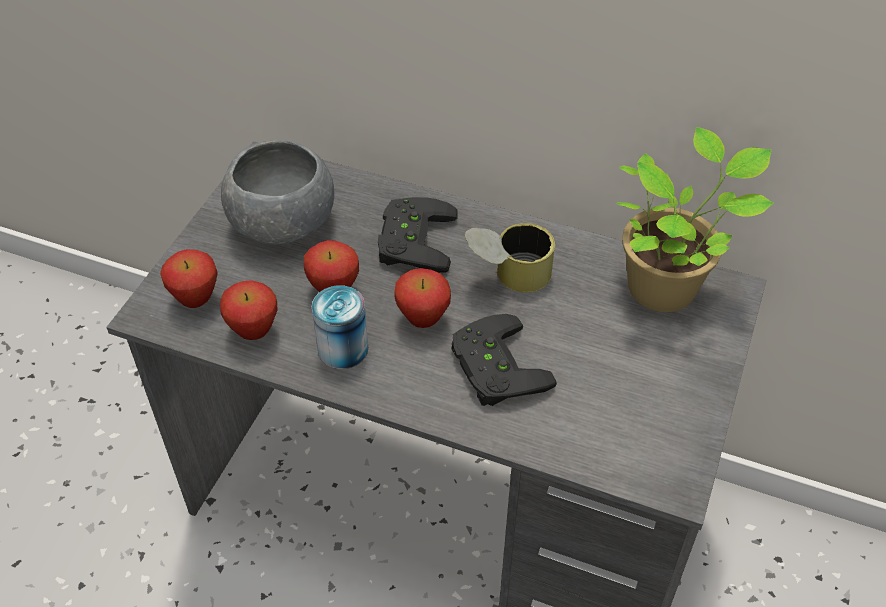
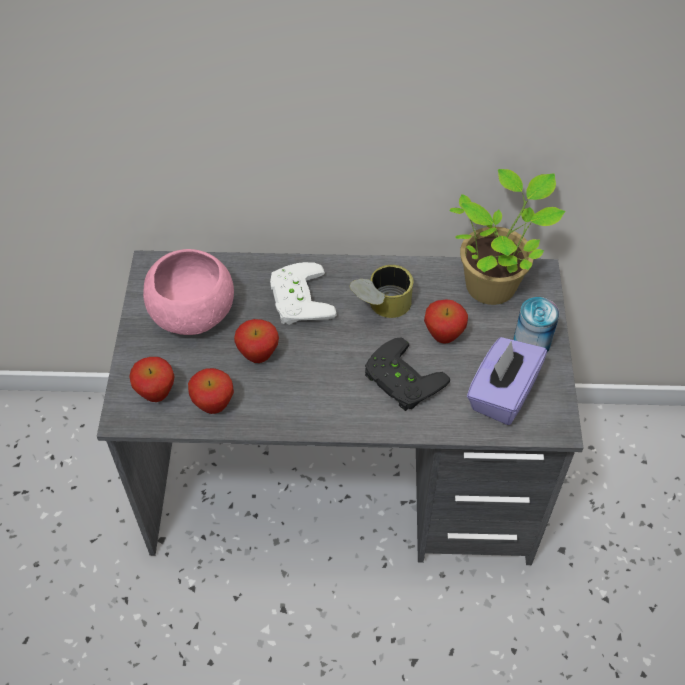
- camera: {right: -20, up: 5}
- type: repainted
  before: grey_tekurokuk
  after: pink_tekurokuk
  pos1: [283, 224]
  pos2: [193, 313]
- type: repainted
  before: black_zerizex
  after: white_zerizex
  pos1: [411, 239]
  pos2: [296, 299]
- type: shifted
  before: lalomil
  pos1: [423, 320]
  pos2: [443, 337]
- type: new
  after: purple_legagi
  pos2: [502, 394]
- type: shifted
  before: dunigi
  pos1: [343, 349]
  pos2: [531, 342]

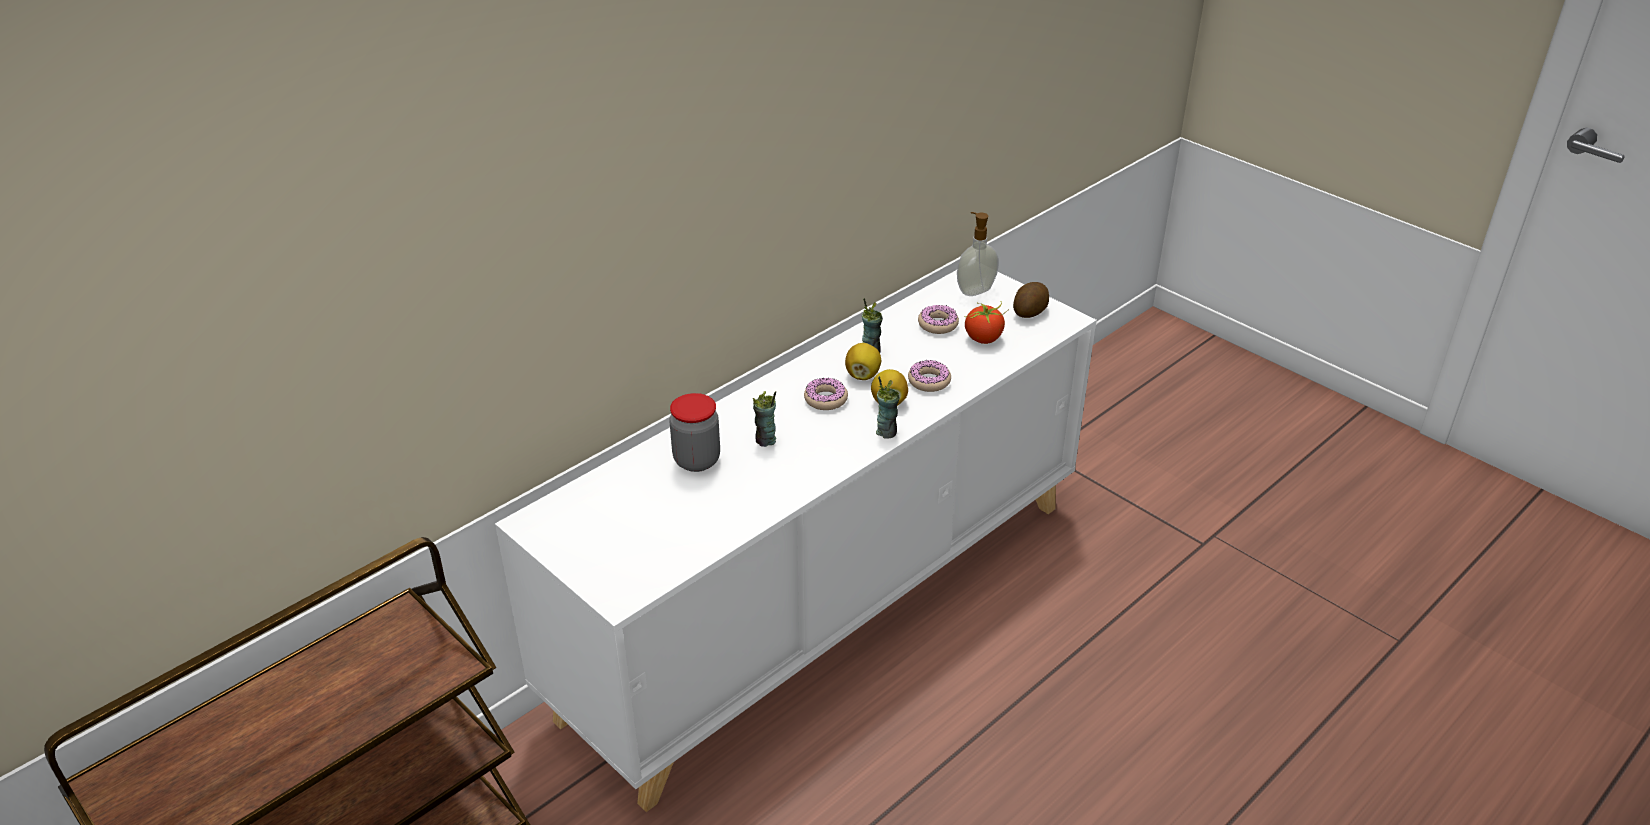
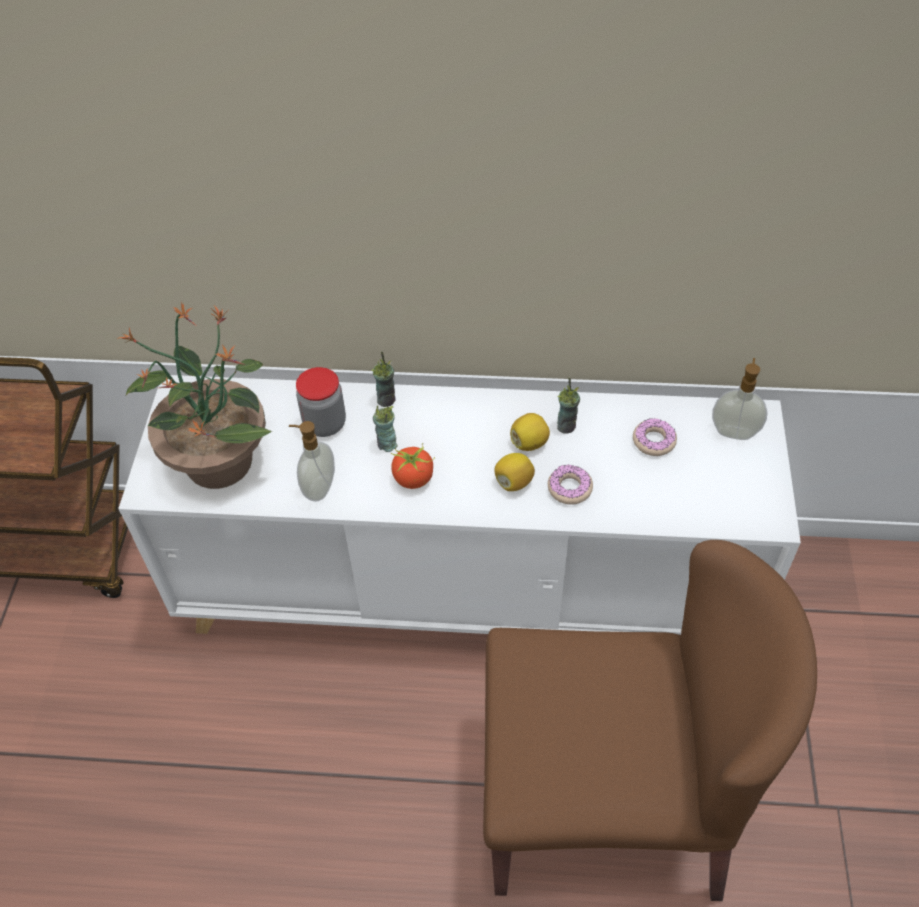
- camera: {right: 50, up: 15}
- type: new
  after: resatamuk
  pos2: [219, 460]
- type: new
  after: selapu
  pos2: [318, 488]
- type: shifted
  before: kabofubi
  pos1: [886, 432]
  pos2: [386, 399]
- type: shifted
  before: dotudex
  pos1: [983, 338]
  pos2: [414, 479]
- type: new
  after: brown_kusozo
  pos2: [605, 802]
- type: gone
  before: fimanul
  pos1: [825, 399]
- type: gone
  before: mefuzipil
  pos1: [1029, 311]

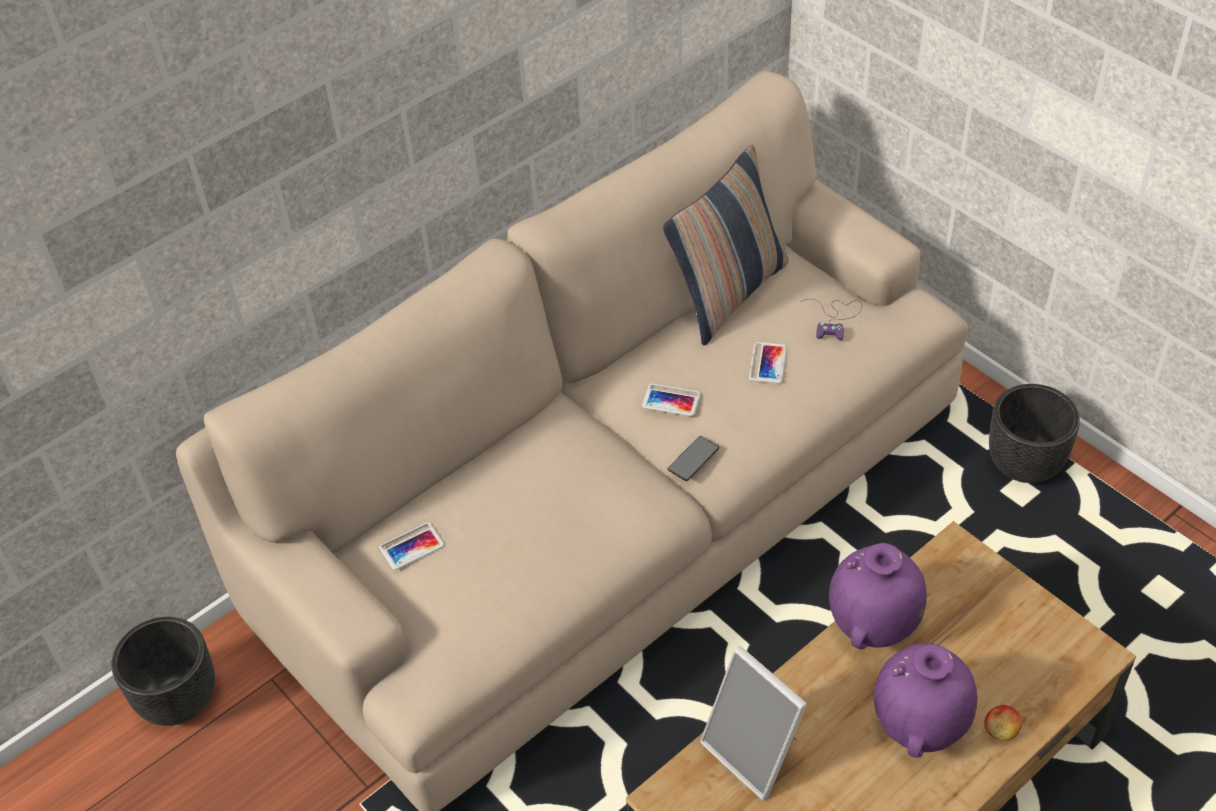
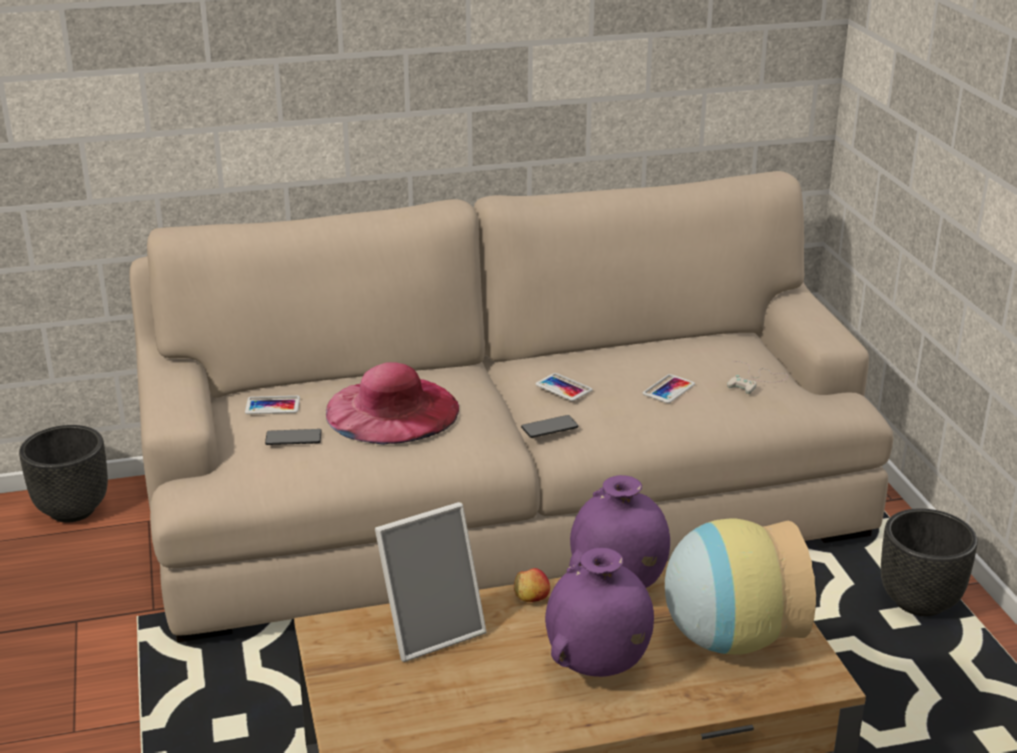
- camera: {right: 25, up: -20}
- type: new
  after: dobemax
  pos2: [293, 438]
- type: new
  after: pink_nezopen
  pos2: [392, 410]
- type: rotated
  before: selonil
  pos1: [755, 752]
  pos2: [431, 629]
  turn: -105
- type: shifted
  before: lalomil
  pos1: [1001, 730]
  pos2: [531, 598]
- type: new
  after: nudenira
  pos2: [728, 637]
- type: repainted
  before: purple_zerizex
  after: white_zerizex
  pos1: [835, 318]
  pos2: [756, 380]
- type: gone
  before: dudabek
  pos1: [728, 294]

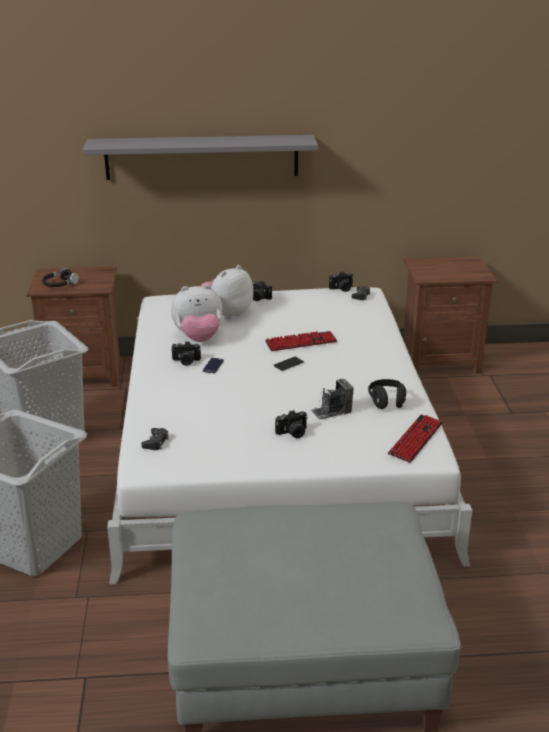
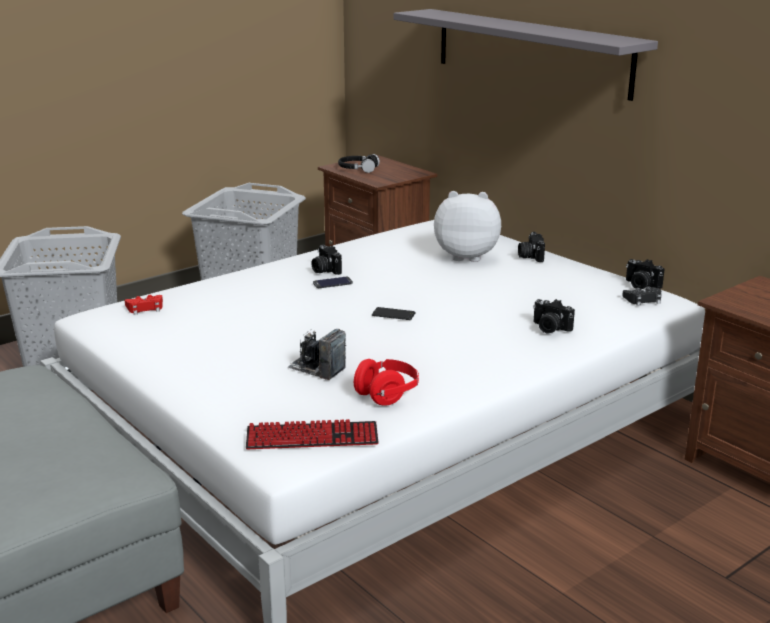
- camera: {right: 55, up: -5}
- type: repainted
  before: black_zerizex
  after: red_zerizex
  pos1: [156, 442]
  pos2: [145, 308]
- type: repainted
  before: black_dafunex
  after: red_dafunex
  pos1: [387, 402]
  pos2: [387, 394]
- type: shifted
  before: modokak
  pos1: [293, 433]
  pos2: [549, 328]
- type: gone
  before: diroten
  pos1: [199, 338]
- type: gone
  before: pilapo
  pos1: [301, 342]

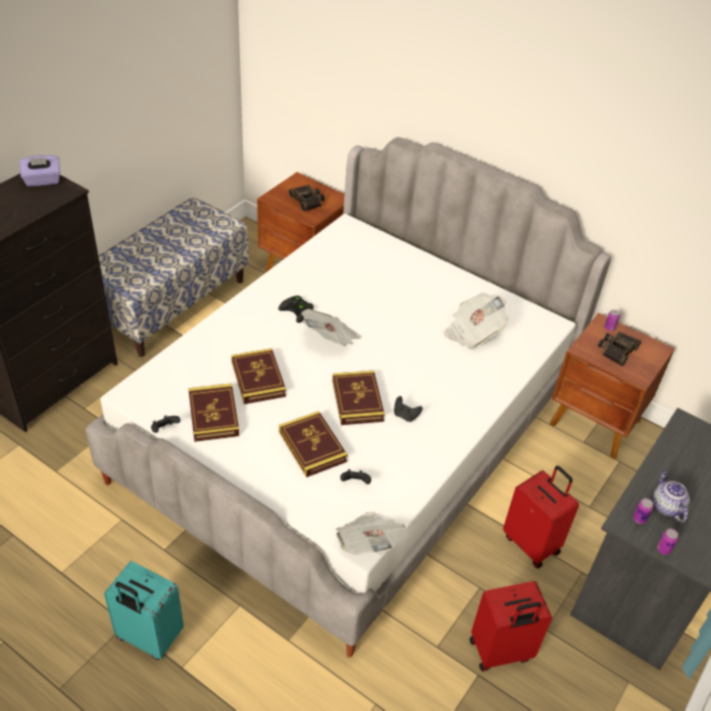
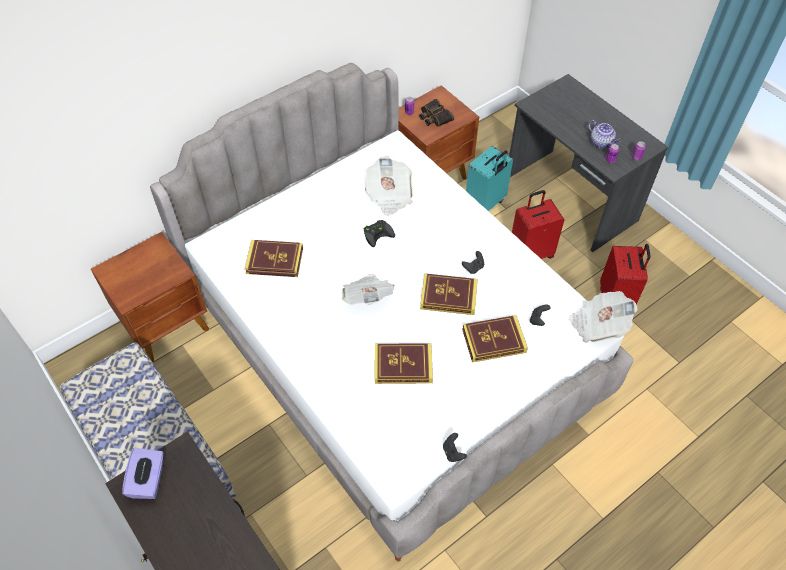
- camera: {right: -70, up: 10}
- type: shifted
  before: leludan
  pos1: [213, 415]
  pos2: [274, 261]
- type: shifted
  before: black_zerizex
  pos1: [298, 310]
  pos2: [378, 233]
- type: shifted
  before: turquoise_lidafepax
  pos1: [148, 637]
  pos2: [485, 204]
- type: rotated
  before: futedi
  pos1: [666, 506]
  pos2: [601, 143]
  turn: -135
- type: gone
  before: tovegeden
  pos1: [308, 201]

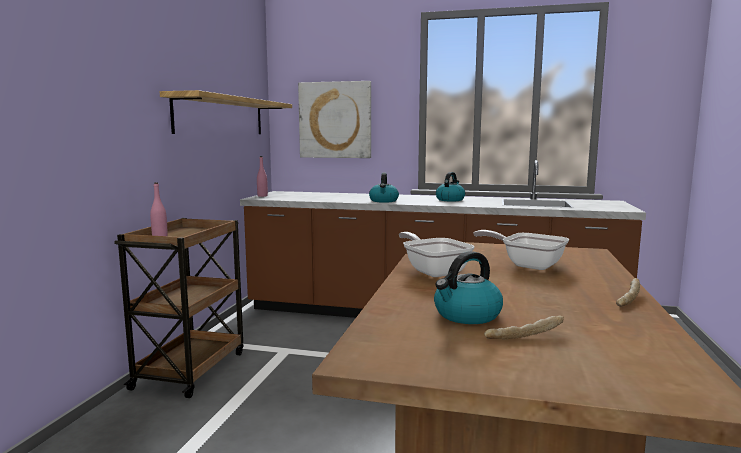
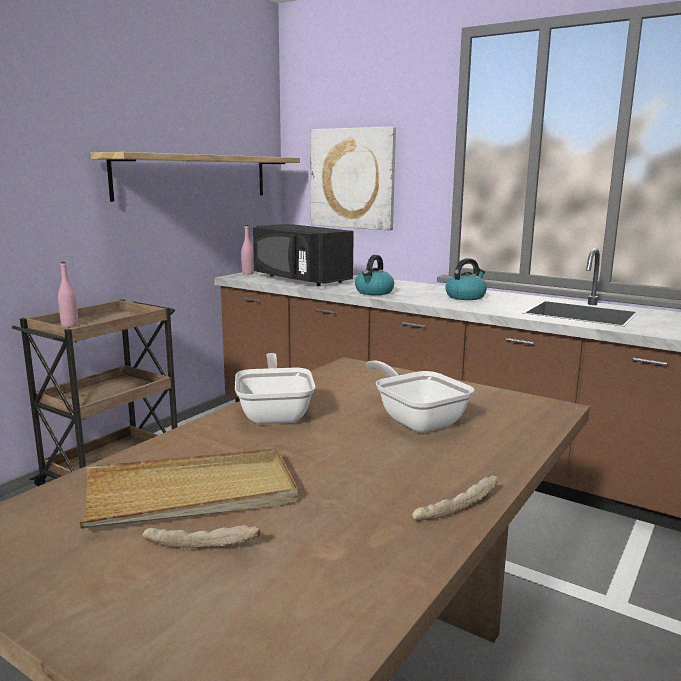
- camera: {right: 20, up: 5}
- type: swapped
  before: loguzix
  after: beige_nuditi
  pos1: [466, 315]
  pos2: [191, 495]
- type: new
  after: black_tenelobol
  pos2: [300, 279]

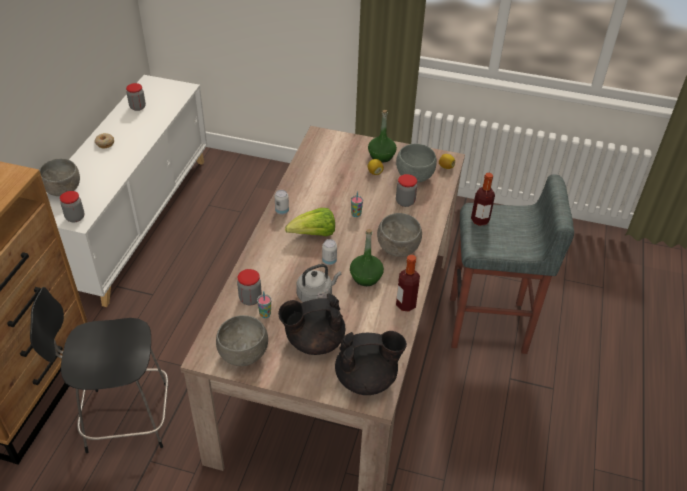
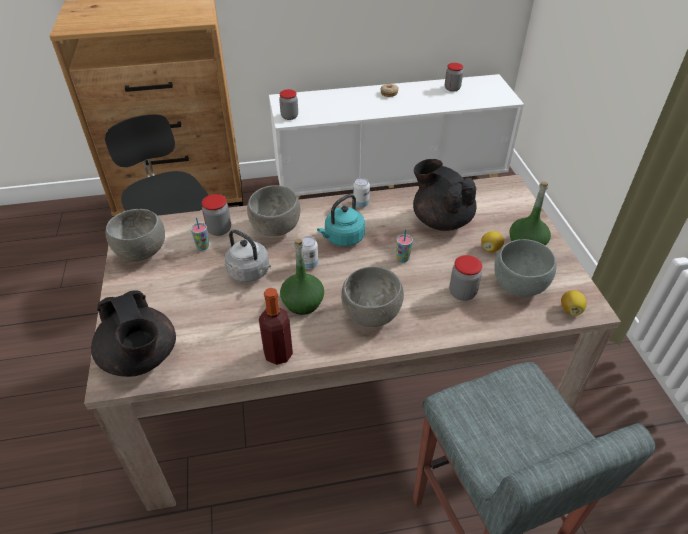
- camera: {right: 65, up: 0}
- type: shifted
  before: grey_tekurokuk
  pos1: [62, 190]
  pos2: [275, 228]
- type: swapped
  before: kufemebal
  after: turquoise_loguzix
  pos1: [314, 235]
  pos2: [342, 238]
- type: shifted
  before: black_futedi
  pos1: [313, 341]
  pos2: [441, 220]
- type: gone
  before: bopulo
  pos1: [480, 220]

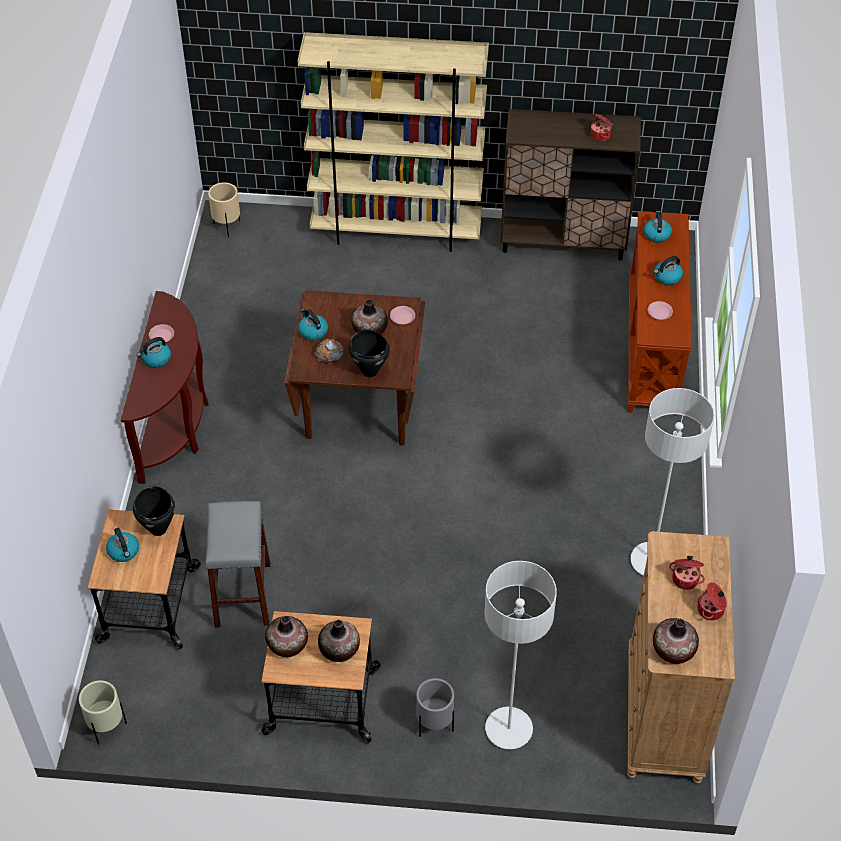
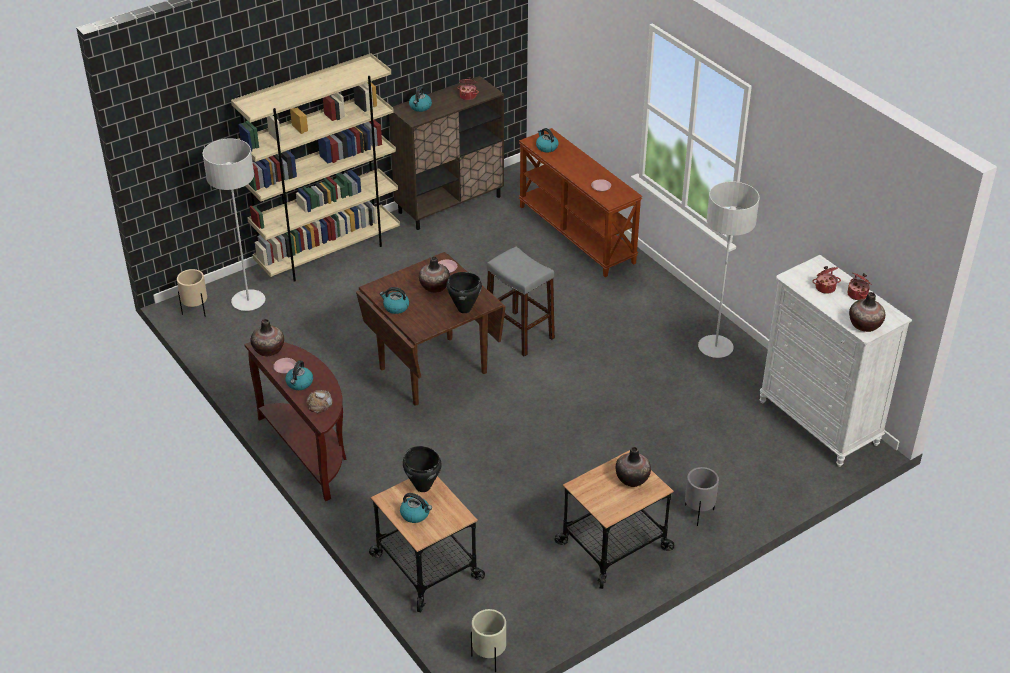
- camera: {right: -40, up: -10}
- type: shifted
  before: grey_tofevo
  pos1: [508, 729]
  pos2: [248, 301]
- type: shifted
  before: nudenira
  pos1: [287, 645]
  pos2: [268, 350]
- type: shifted
  before: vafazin
  pos1: [329, 353]
  pos2: [319, 404]
- type: shifted
  before: loguzix
  pos1: [667, 277]
  pos2: [420, 107]
- type: shifted
  before: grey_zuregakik
  pos1: [243, 595]
  pos2: [519, 333]
- type: repainted
  before: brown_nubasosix
  after: white_nubasosix
  pos1: [664, 715]
  pos2: [819, 423]

